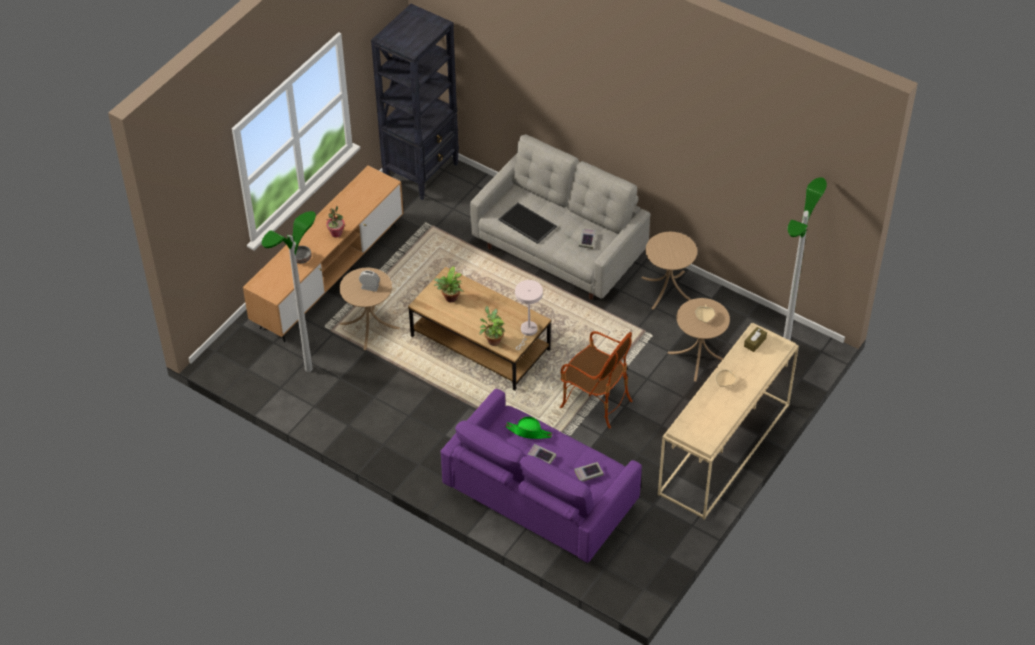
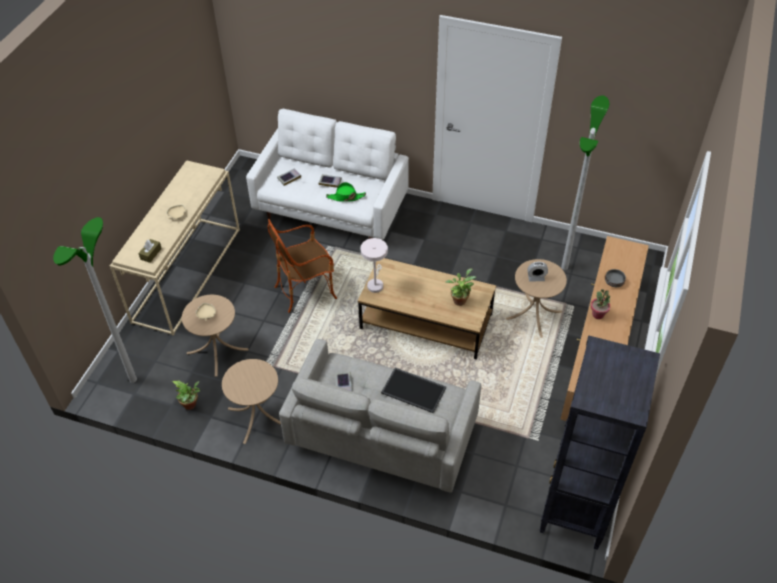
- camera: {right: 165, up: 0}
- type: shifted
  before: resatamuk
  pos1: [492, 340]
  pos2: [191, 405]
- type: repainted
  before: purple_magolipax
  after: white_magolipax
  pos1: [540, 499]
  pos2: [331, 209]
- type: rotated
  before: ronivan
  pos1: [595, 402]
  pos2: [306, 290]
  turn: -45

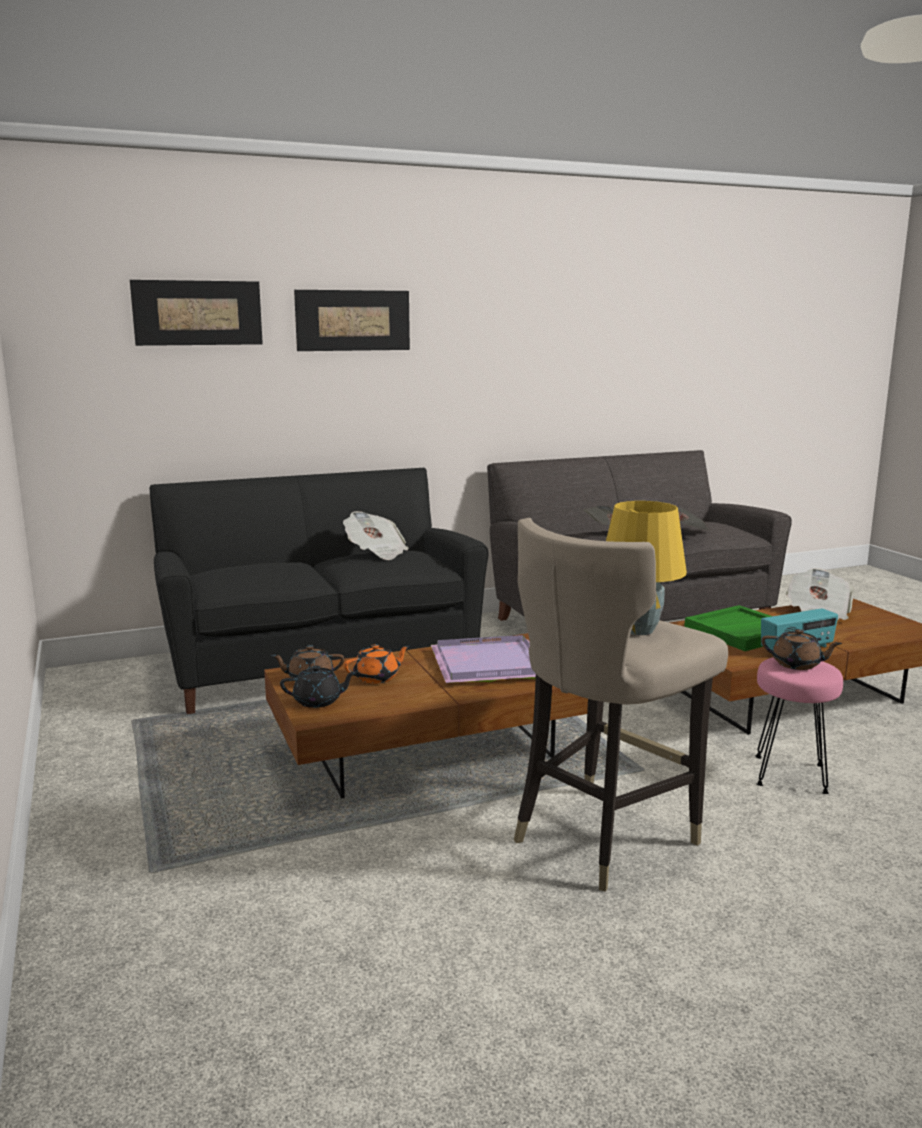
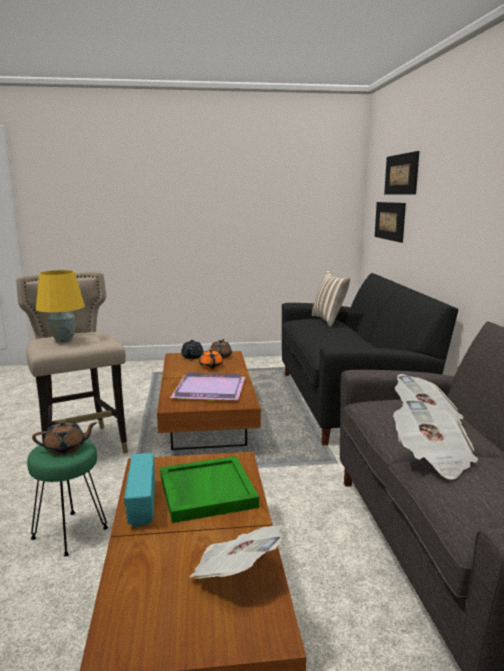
- camera: {right: 105, up: 0}
- type: repainted
  before: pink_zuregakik
  after: green_zuregakik
  pos1: [789, 774]
  pos2: [71, 532]
- type: rotated
  before: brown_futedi
  pos1: [797, 664]
  pos2: [66, 448]
  turn: -150
- type: new
  after: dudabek
  pos2: [329, 320]
- type: shifted
  before: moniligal
  pos1: [353, 320]
  pos2: [389, 221]
- type: gone
  before: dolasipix
  pos1: [376, 552]

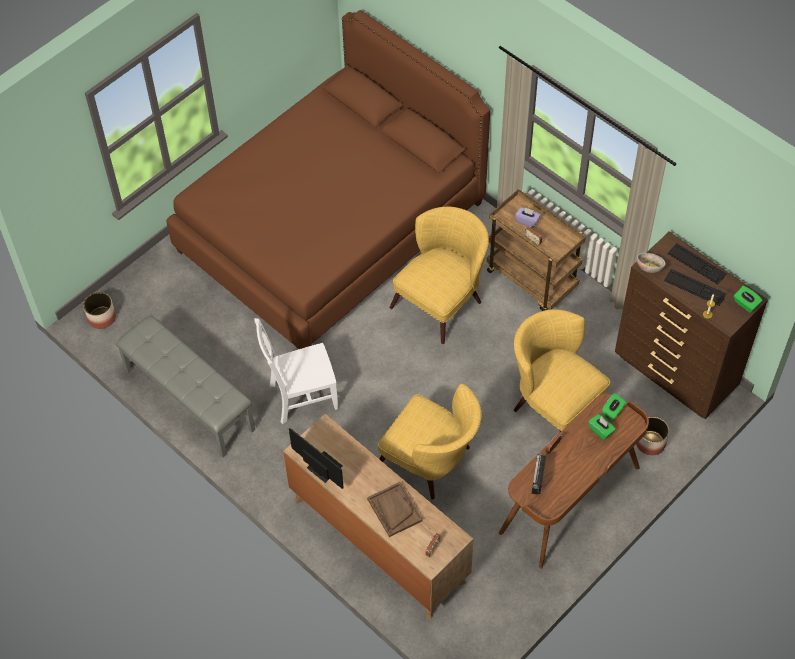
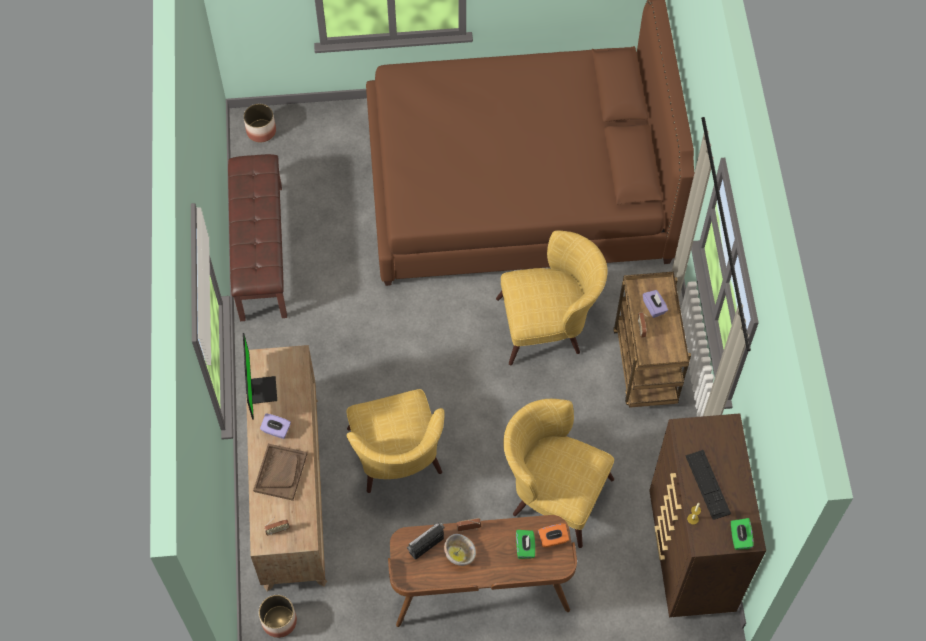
- camera: {right: 40, up: 5}
- type: repainted
  before: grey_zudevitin
  after: brown_zudevitin
  pos1: [188, 400]
  pos2: [260, 252]
- type: shifted
  before: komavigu
  pos1: [650, 443]
  pos2: [279, 621]
- type: new
  after: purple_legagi
  pos2: [276, 430]
- type: shifted
  before: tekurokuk
  pos1: [649, 267]
  pos2: [459, 554]
- type: rotated
  before: yellow_ronivan
  pos1: [553, 402]
  pos2: [552, 492]
  turn: -60
- type: repainted
  before: green_legagi
  after: orange_legagi
  pos1: [612, 411]
  pos2: [553, 539]
- type: gone
  before: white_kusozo
  pos1: [301, 397]
- type: gone
  before: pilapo
  pos1: [696, 264]

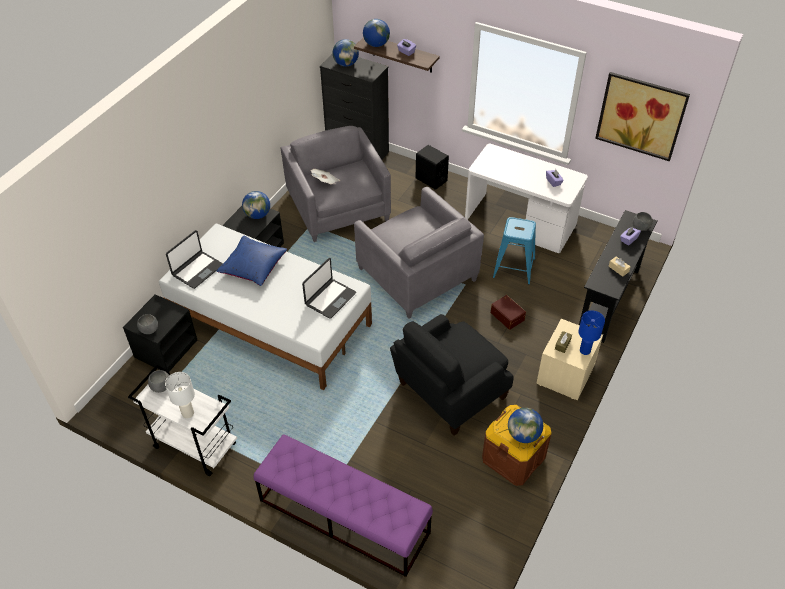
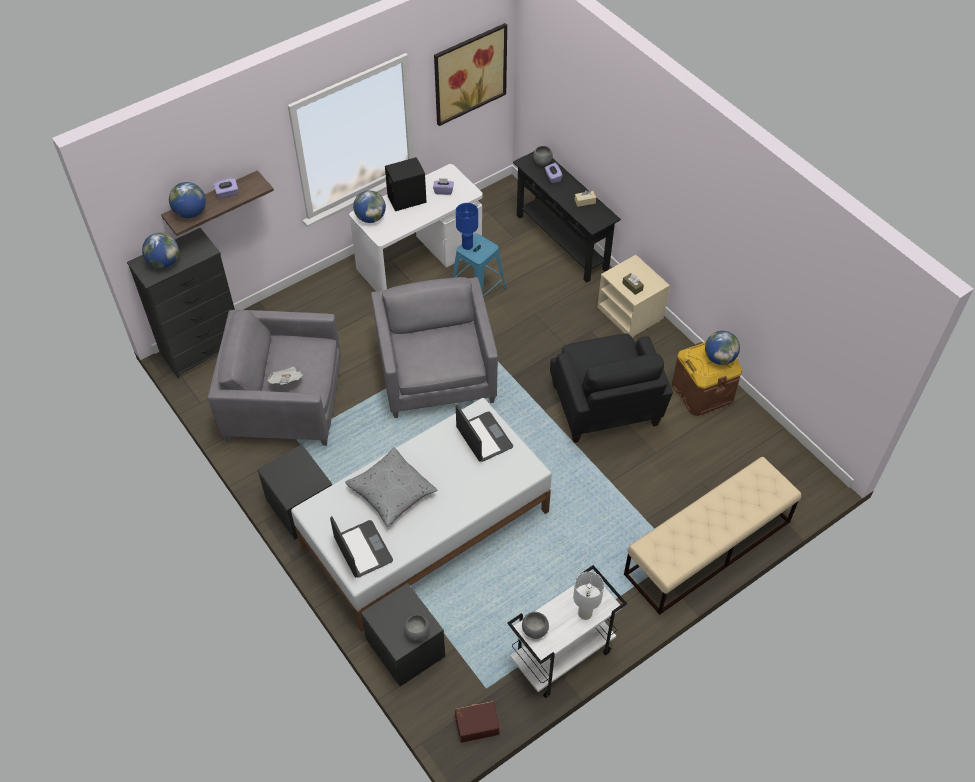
- camera: {right: -65, up: 5}
- type: repainted
  before: blue_dudabek
  after: grey_dudabek
  pos1: [253, 266]
  pos2: [392, 492]
- type: shifted
  before: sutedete
  pos1: [257, 215]
  pos2: [370, 218]
- type: rotated
  before: grey_ronivan
  pos1: [416, 274]
  pos2: [436, 372]
  turn: -90
- type: shifted
  before: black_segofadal
  pos1: [431, 179]
  pos2: [406, 200]
- type: shifted
  before: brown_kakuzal
  pos1: [508, 316]
  pos2: [476, 724]
- type: shifted
  before: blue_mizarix
  pos1: [585, 351]
  pos2: [467, 246]
- type: repainted
  before: purple_zudevitin
  after: beige_zudevitin
  pos1: [343, 516]
  pos2: [707, 548]

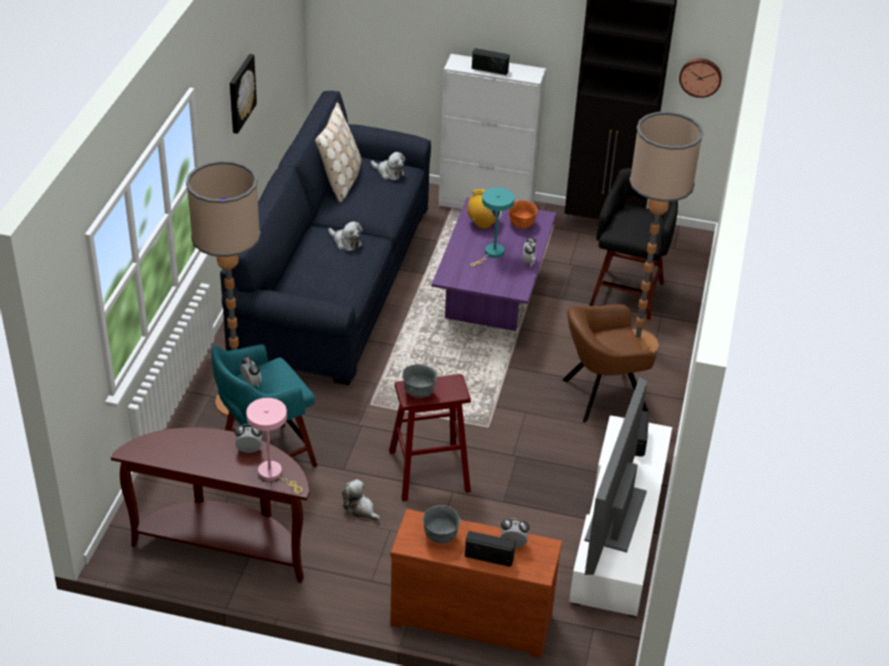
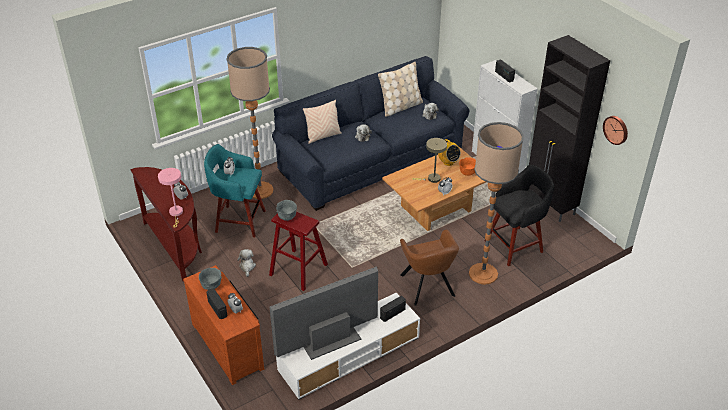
- camera: {right: 45, up: 0}
- type: new
  after: beige_dudabek
  pos2: [323, 136]
- type: repainted
  before: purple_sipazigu
  after: brown_sipazigu
  pos1: [492, 300]
  pos2: [436, 210]
- type: rotated
  before: brown_ronivan
  pos1: [600, 396]
  pos2: [428, 287]
  turn: -135
- type: repainted
  before: turquoise_mizarix
  after: beige_mizarix
  pos1: [492, 254]
  pos2: [431, 179]
- type: gone
  before: moniligal
  pos1: [240, 93]

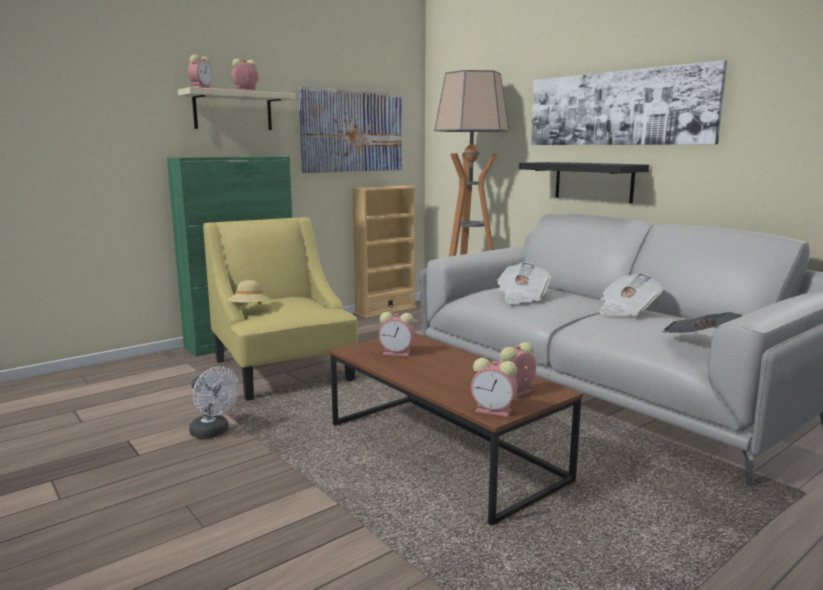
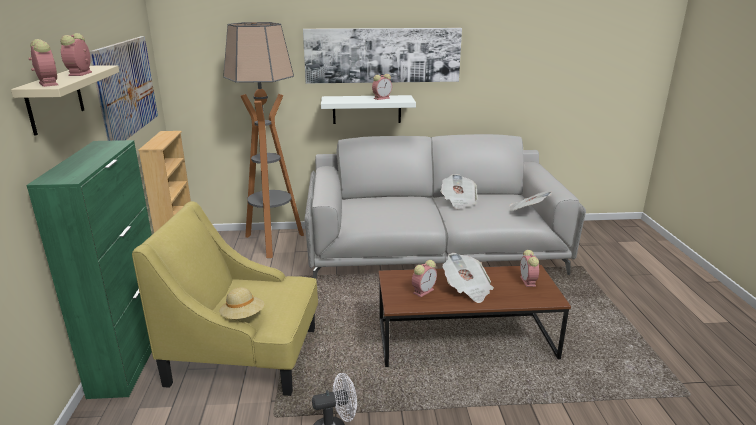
- camera: {right: -55, up: 10}
- type: repainted
  before: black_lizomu
  after: white_lizomu
  pos1: [593, 181]
  pos2: [367, 109]
- type: shifted
  before: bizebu
  pos1: [495, 411]
  pos2: [382, 98]
- type: shifted
  before: dolasipix
  pos1: [521, 298]
  pos2: [467, 289]

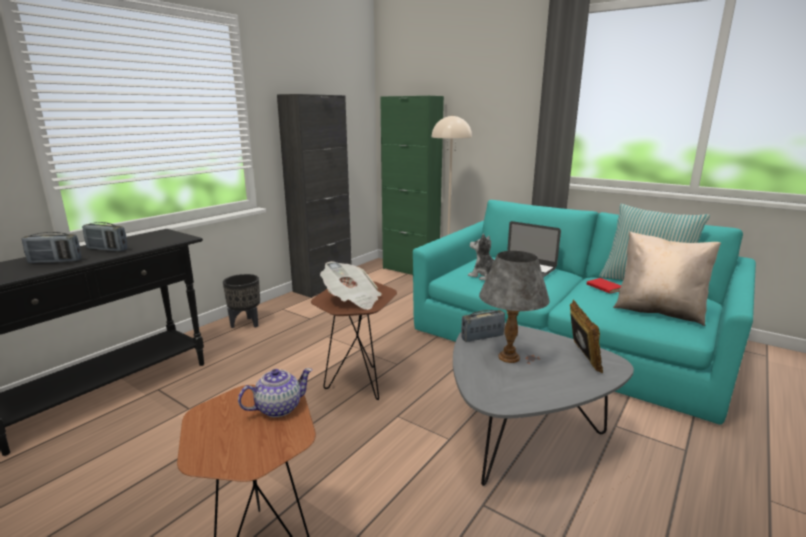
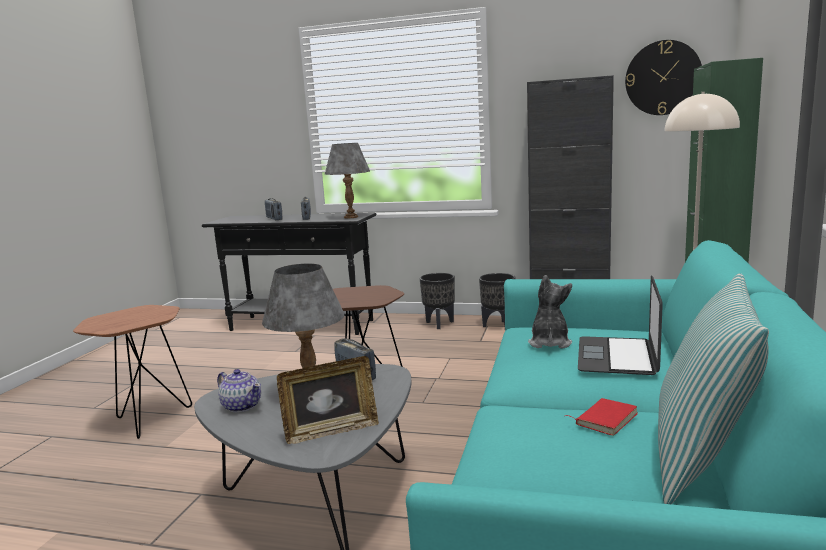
- camera: {right: 70, up: -5}
- type: shifted
  before: futedi
  pos1: [278, 408]
  pos2: [242, 406]
- type: new
  after: grey_mizarix
  pos2: [350, 217]
- type: new
  after: black_komavigu
  pos2: [498, 326]
- type: new
  after: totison
  pos2: [663, 78]
- type: gone
  before: dolasipix
  pos1: [352, 300]
- type: gone
  before: beige_dudabek
  pos1: [658, 311]

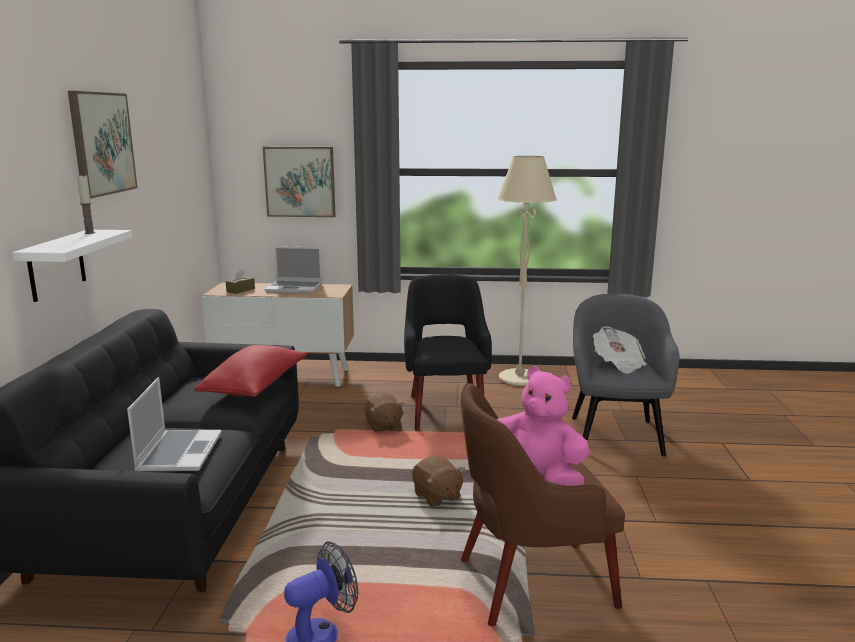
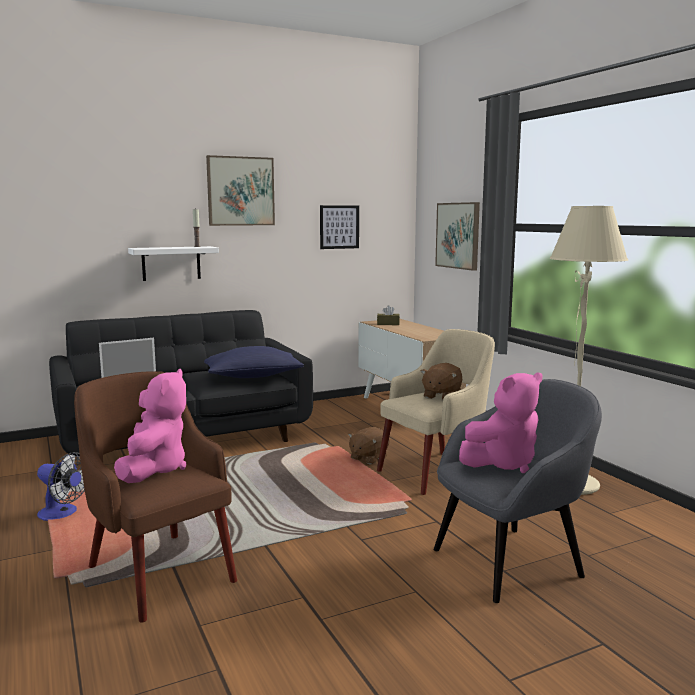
- camera: {right: 60, up: -5}
- type: repainted
  before: red_dudabek
  after: blue_dudabek
  pos1: [255, 387]
  pos2: [253, 377]
- type: new
  after: moniligal
  pos2: [339, 227]
- type: repainted
  before: black_ronivan
  after: beige_ronivan
  pos1: [446, 409]
  pos2: [436, 471]
- type: shifted
  before: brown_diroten
  pos1: [437, 496]
  pos2: [441, 396]
- type: swapped
  before: dolasipix
  after: pink_diroten
  pos1: [618, 364]
  pos2: [503, 463]
- type: gone
  before: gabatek
  pos1: [295, 288]

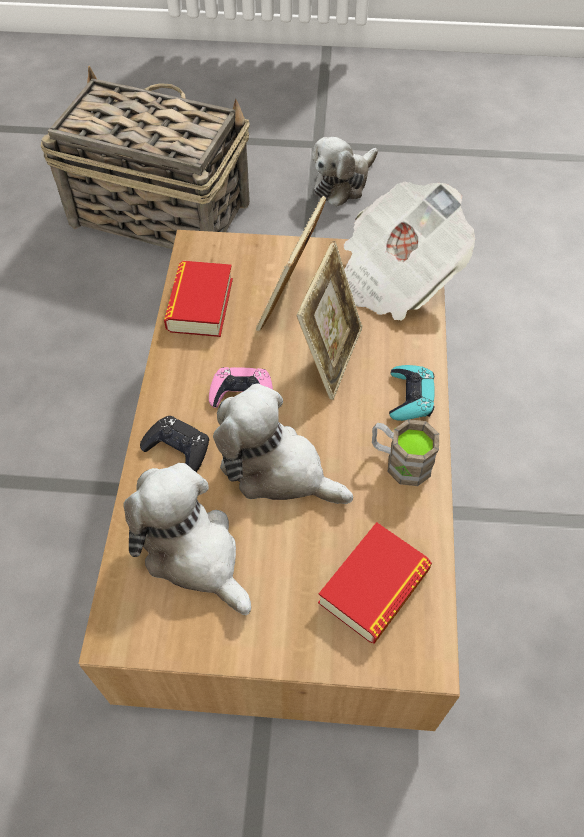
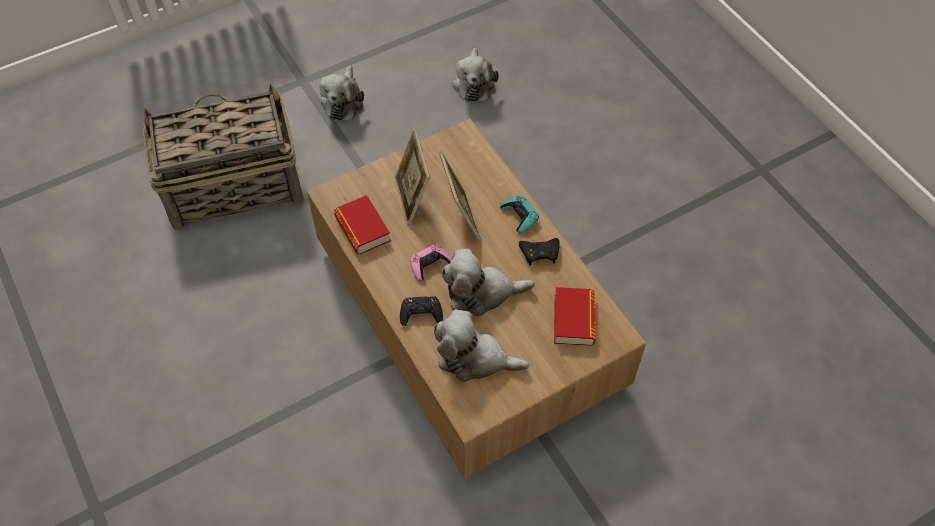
- camera: {right: -35, up: 0}
- type: new
  after: diroten
  pos2: [474, 83]
- type: swapped
  before: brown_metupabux
  after: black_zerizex
  pos1: [399, 461]
  pos2: [540, 253]
- type: gone
  before: dolasipix
  pos1: [394, 276]

